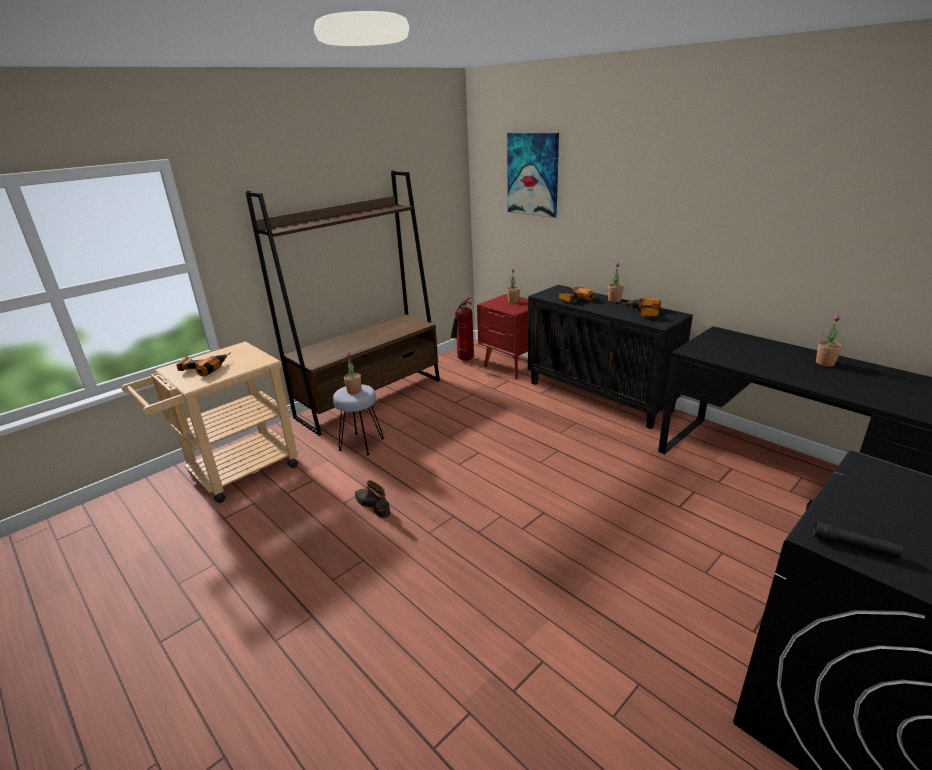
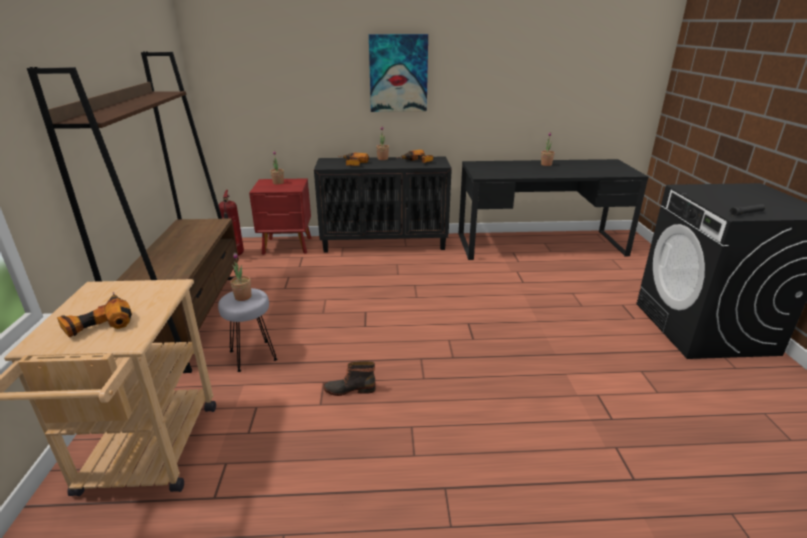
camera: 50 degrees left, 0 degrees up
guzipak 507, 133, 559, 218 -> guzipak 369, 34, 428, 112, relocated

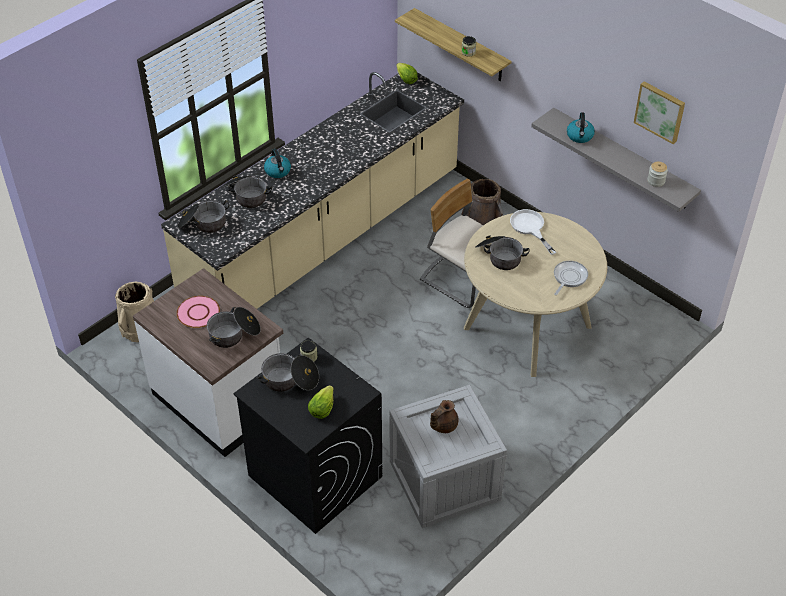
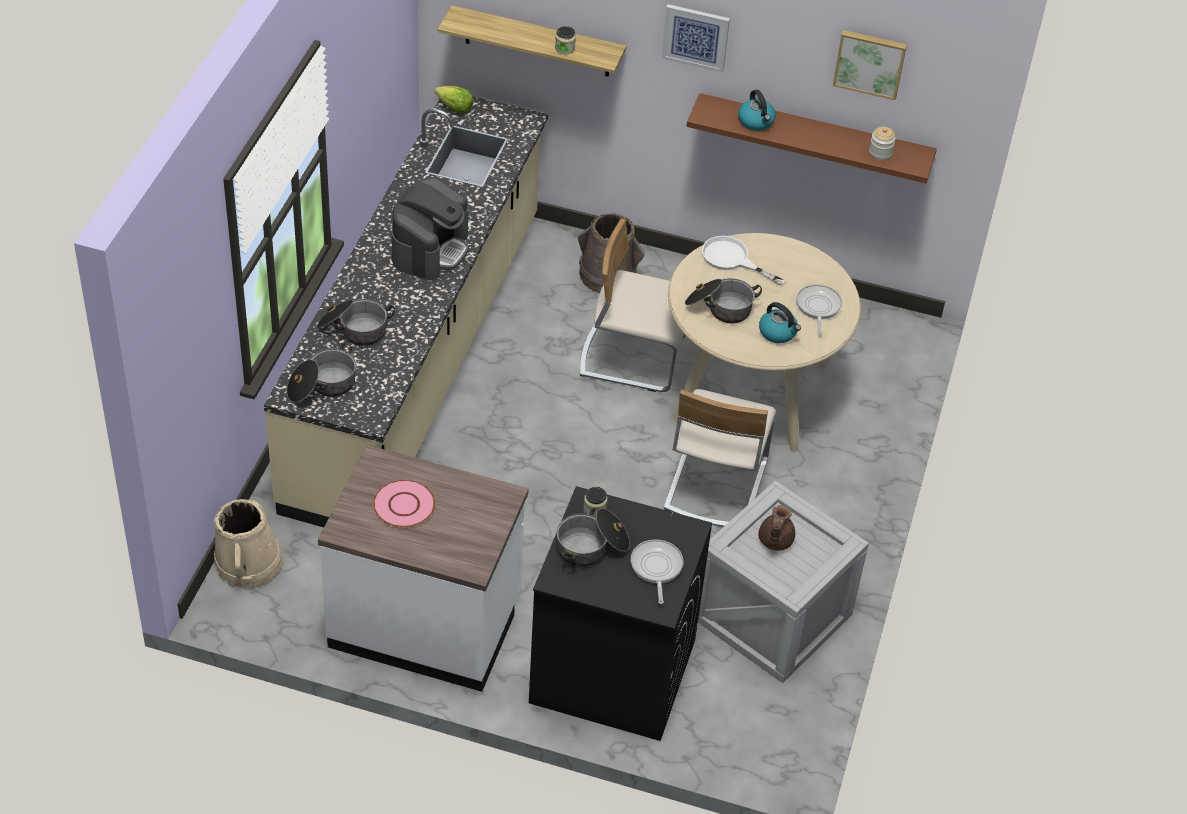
camera: 30 degrees left, 0 degrees up
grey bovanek 531, 108, 701, 212 -> brown bovanek 687, 93, 937, 183
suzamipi 264, 149, 291, 178 -> suzamipi 759, 302, 801, 343, relocated
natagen 207, 307, 261, 348 -> none
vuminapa 308, 385, 334, 419 -> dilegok 631, 539, 684, 604
none -> guzipak 661, 4, 730, 73
none -> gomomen 392, 178, 469, 281
none -> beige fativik 664, 389, 776, 527

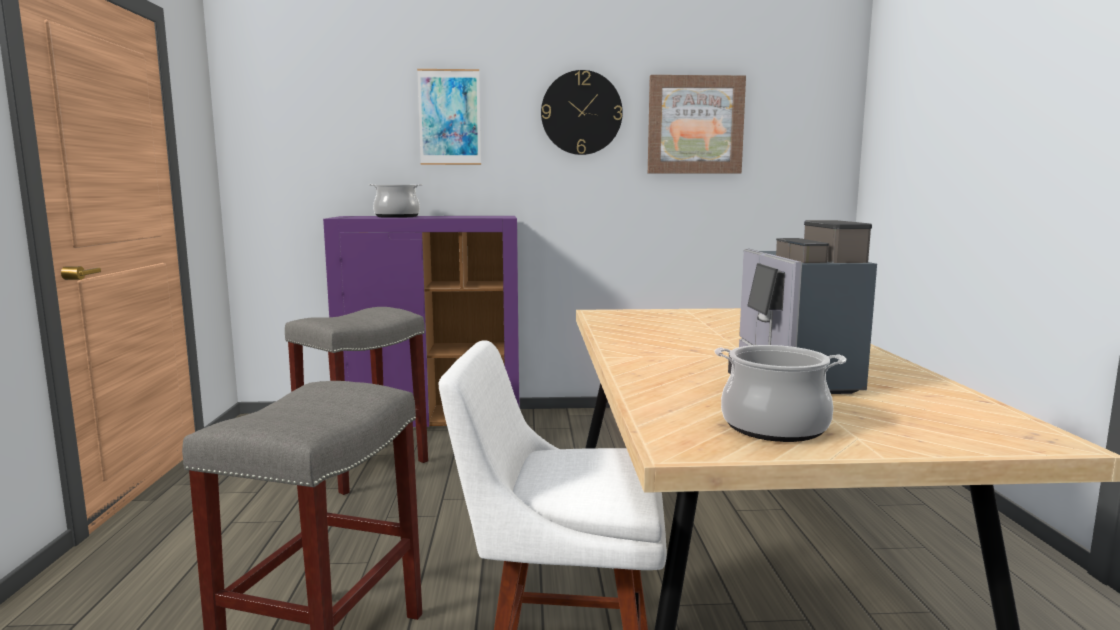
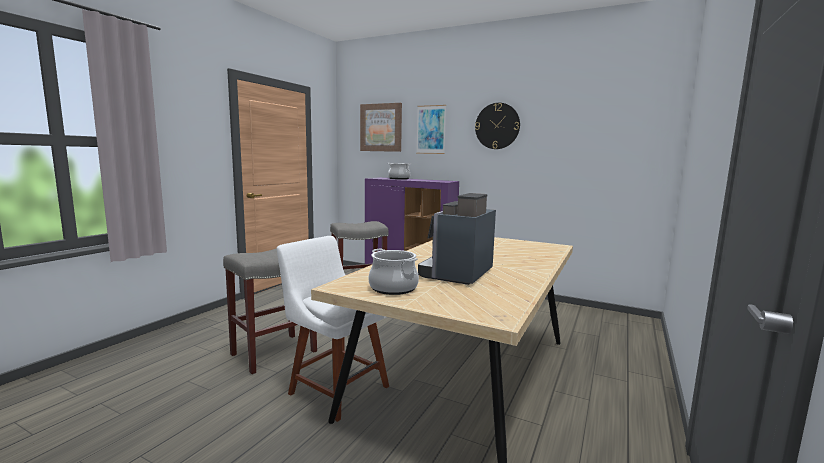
camera: 30 degrees right, 0 degrees up
guzipak 648, 75, 746, 174 -> guzipak 360, 103, 402, 152, relocated

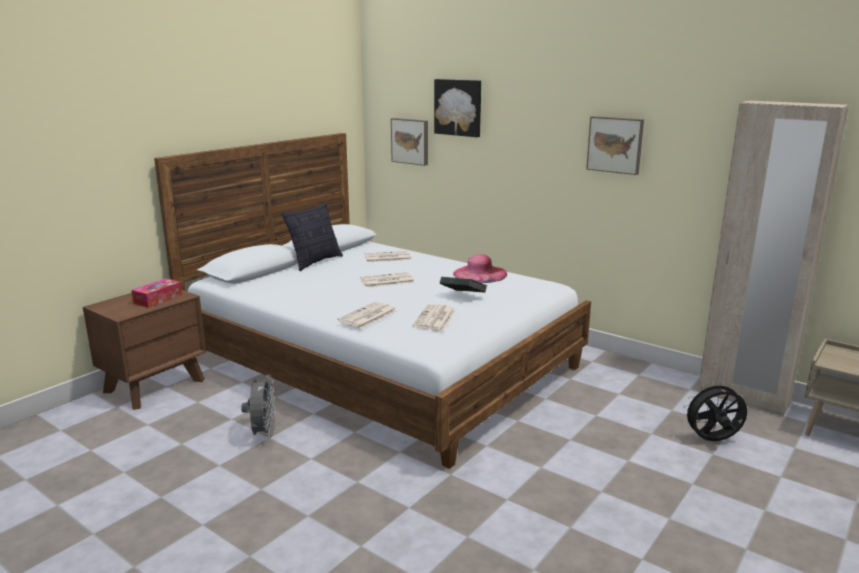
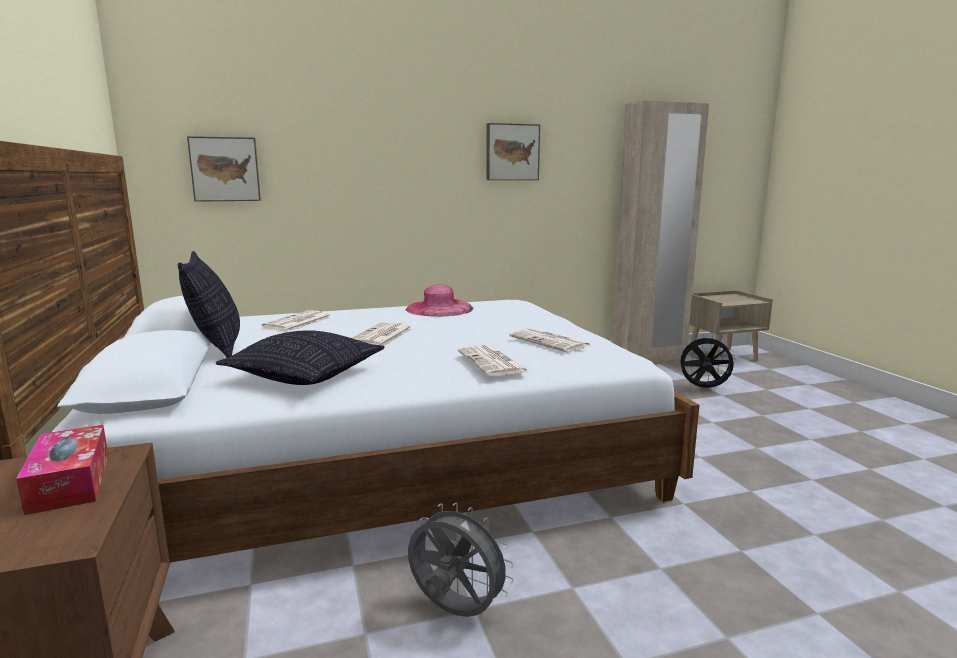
camera: 55 degrees left, 5 degrees down
guzipak 434, 79, 481, 137 -> none
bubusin 440, 277, 487, 293 -> none
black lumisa 682, 381, 747, 441 -> black lumisa 677, 334, 736, 388, 75 degrees clockwise
none -> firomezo 216, 330, 385, 385

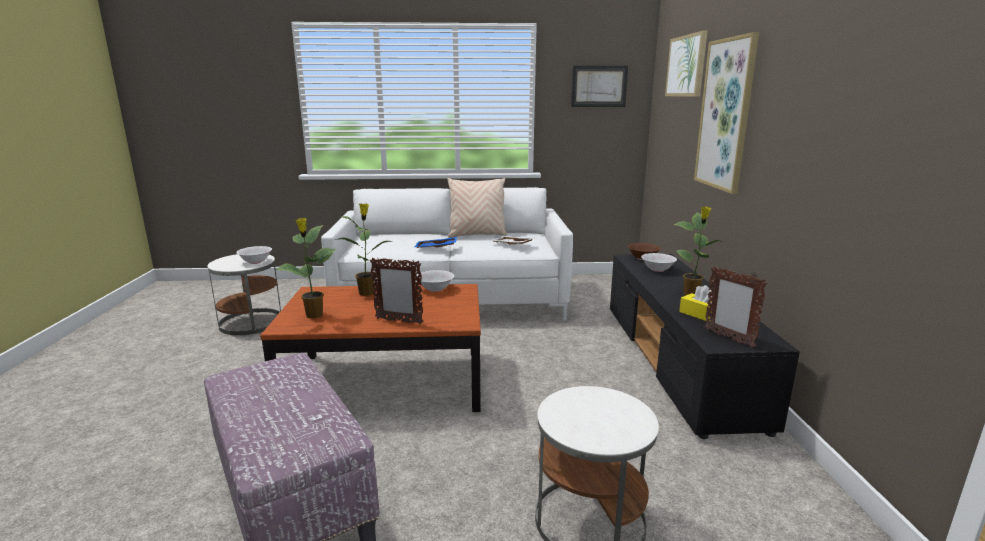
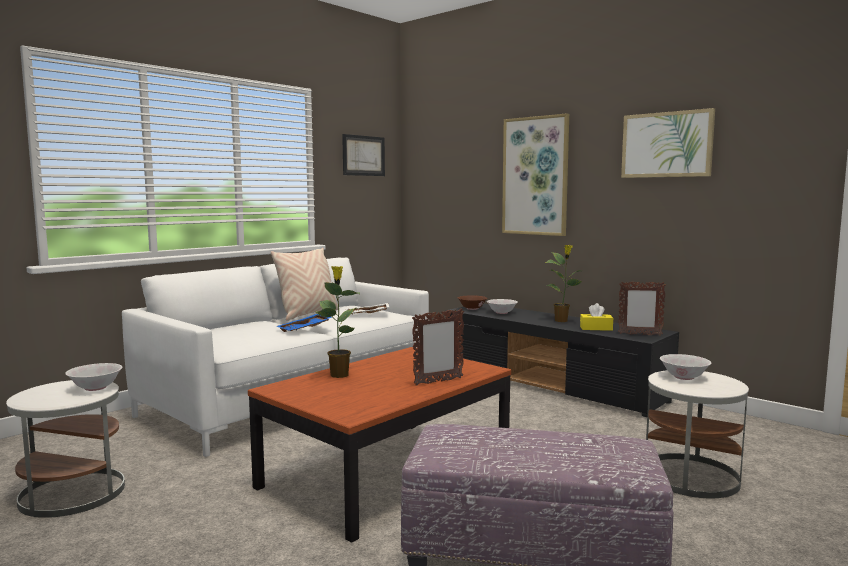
camera: 45 degrees left, 10 degrees down
guzipak 665, 31, 708, 96 -> guzipak 621, 108, 715, 178, relocated
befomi 275, 218, 336, 318 -> none
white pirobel 417, 270, 454, 292 -> white pirobel 660, 354, 711, 380, relocated

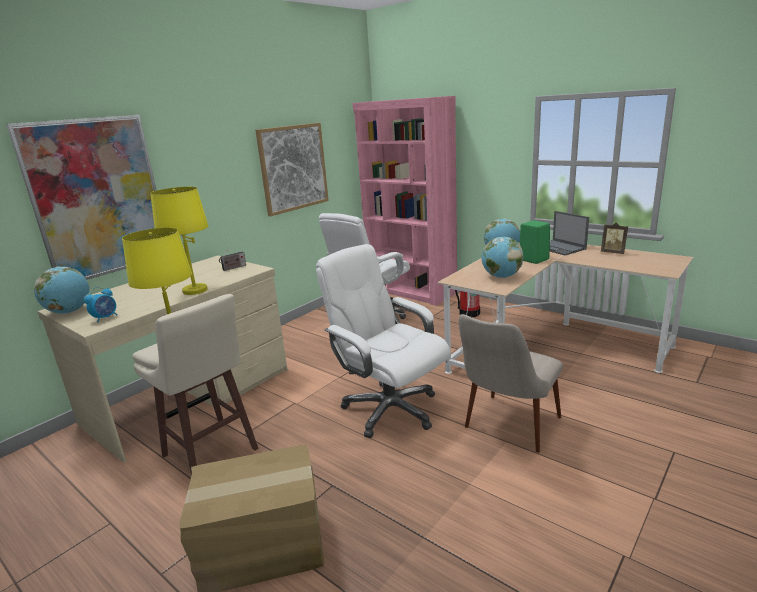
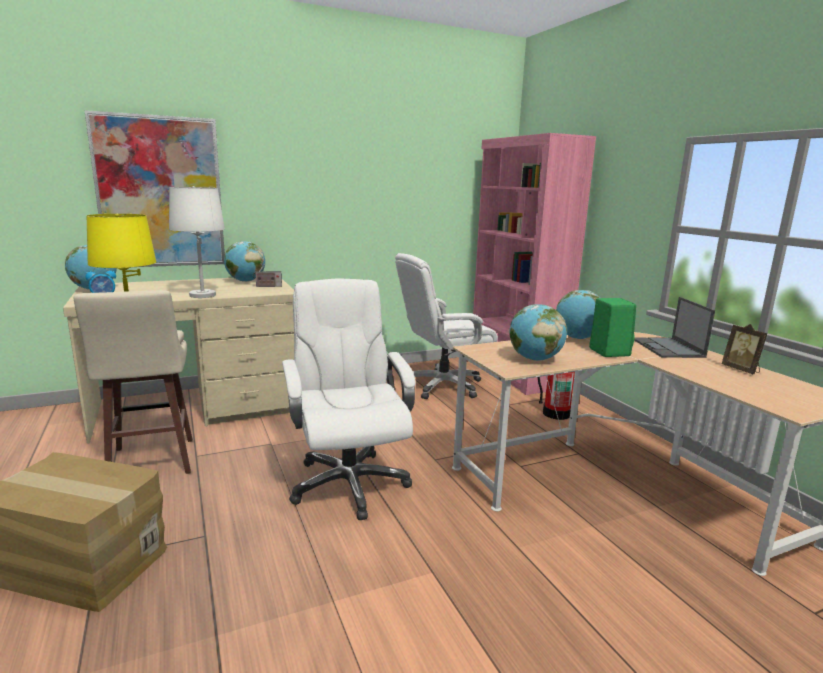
camera: 25 degrees right, 5 degrees down
guzipak 255, 123, 329, 216 -> none
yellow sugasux 150, 187, 208, 295 -> white sugasux 169, 186, 225, 298
beige fativik 459, 314, 563, 453 -> none
none -> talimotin 224, 241, 265, 282

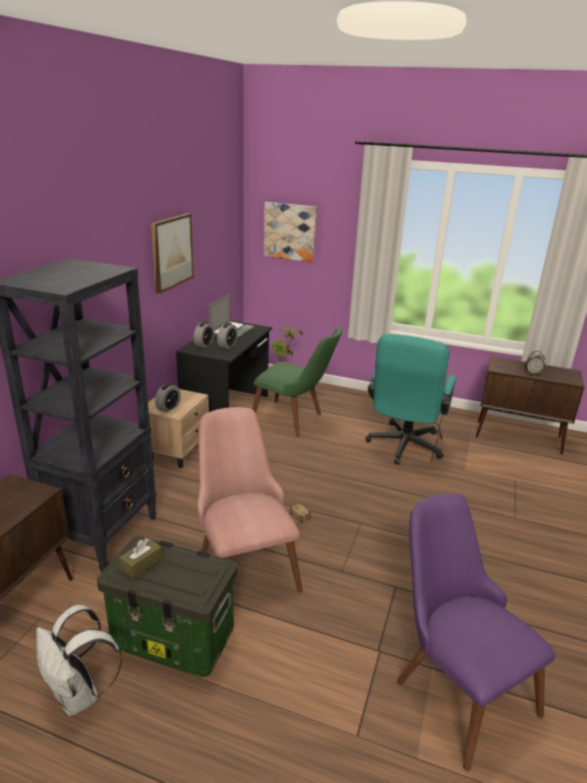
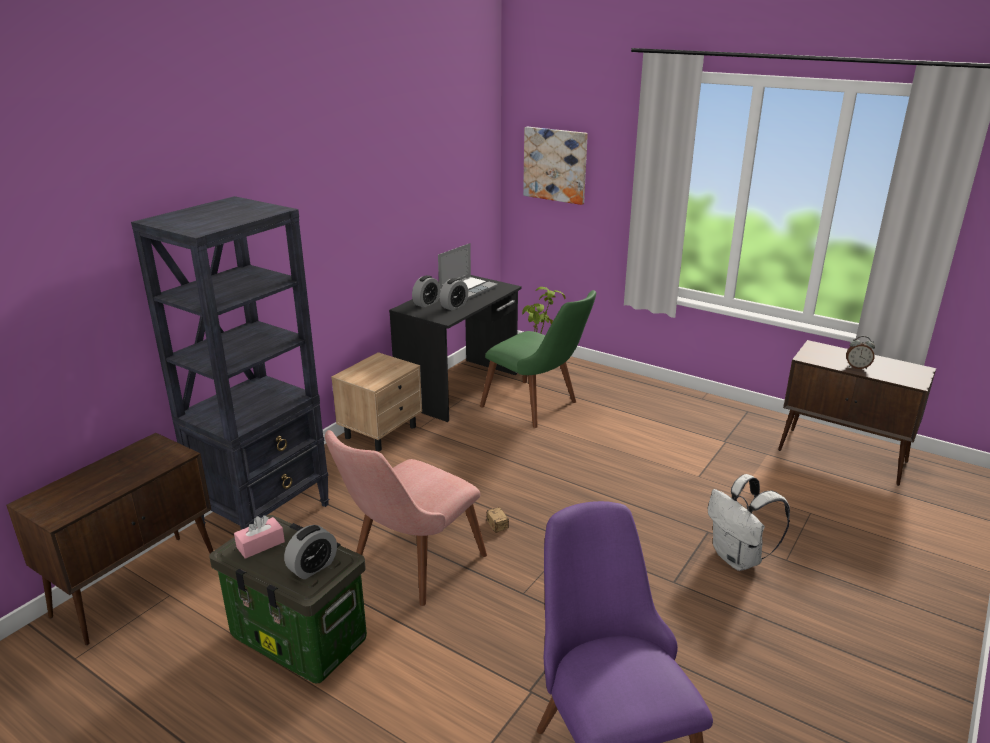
camera: 15 degrees right, 0 degrees up
guzipak 151, 213, 194, 293 -> none
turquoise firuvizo 366, 334, 456, 464 -> none
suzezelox 155, 383, 181, 413 -> suzezelox 284, 525, 337, 579, relocated
pink fativik 198, 407, 303, 593 -> pink fativik 325, 430, 487, 606, 135 degrees counterclockwise
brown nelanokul 119, 538, 162, 579 -> pink nelanokul 234, 515, 285, 559
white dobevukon 36, 605, 122, 716 -> white dobevukon 708, 474, 790, 571, relocated

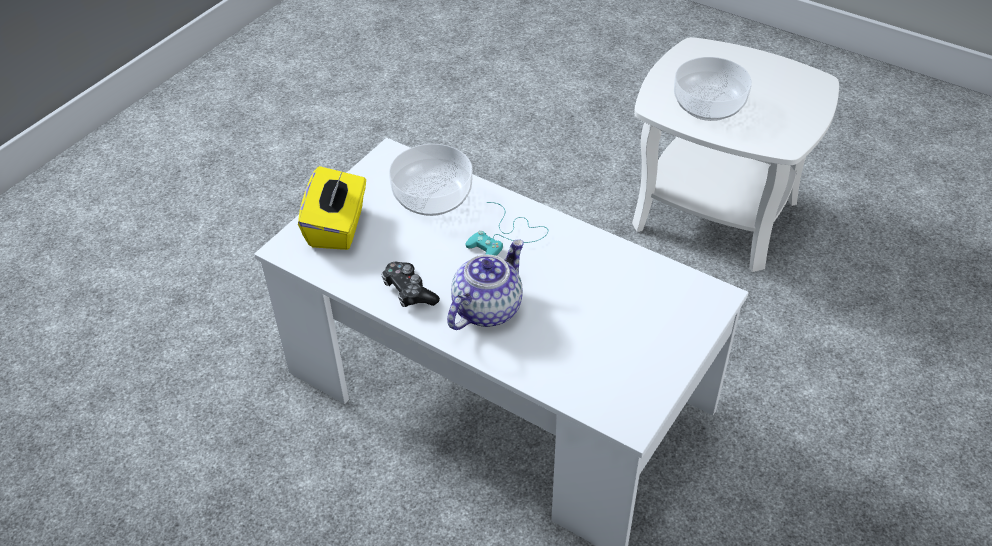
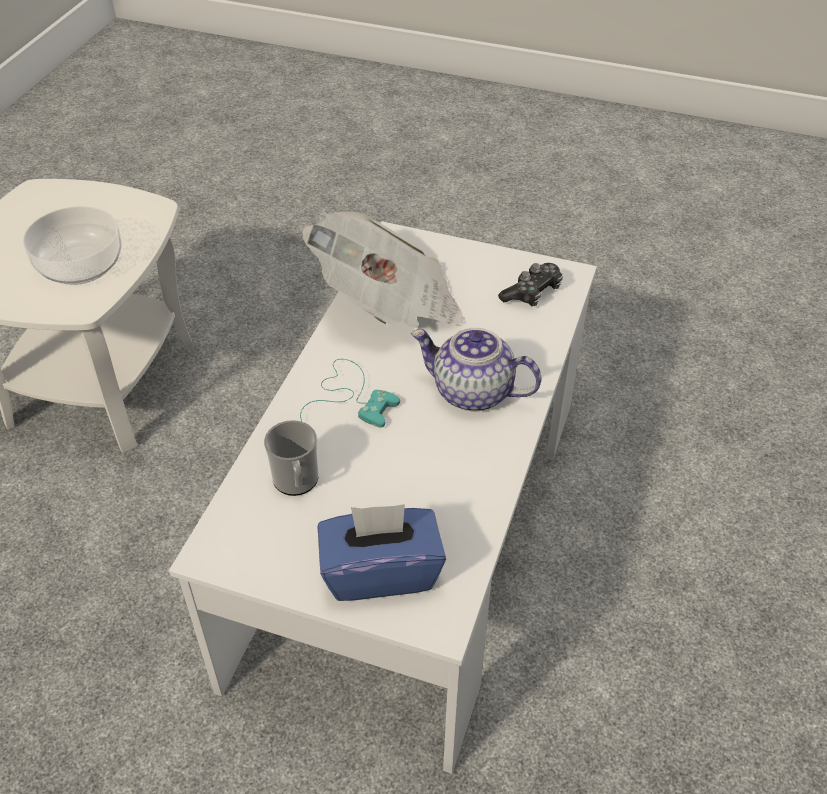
camera: 105 degrees left, 0 degrees up
pirobel 389, 144, 473, 216 -> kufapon 264, 420, 319, 496
yellow nelanokul 298, 166, 366, 250 -> blue nelanokul 318, 504, 446, 601
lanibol 381, 262, 440, 307 -> lanibol 498, 263, 563, 306, relocated
none -> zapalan 302, 211, 465, 328

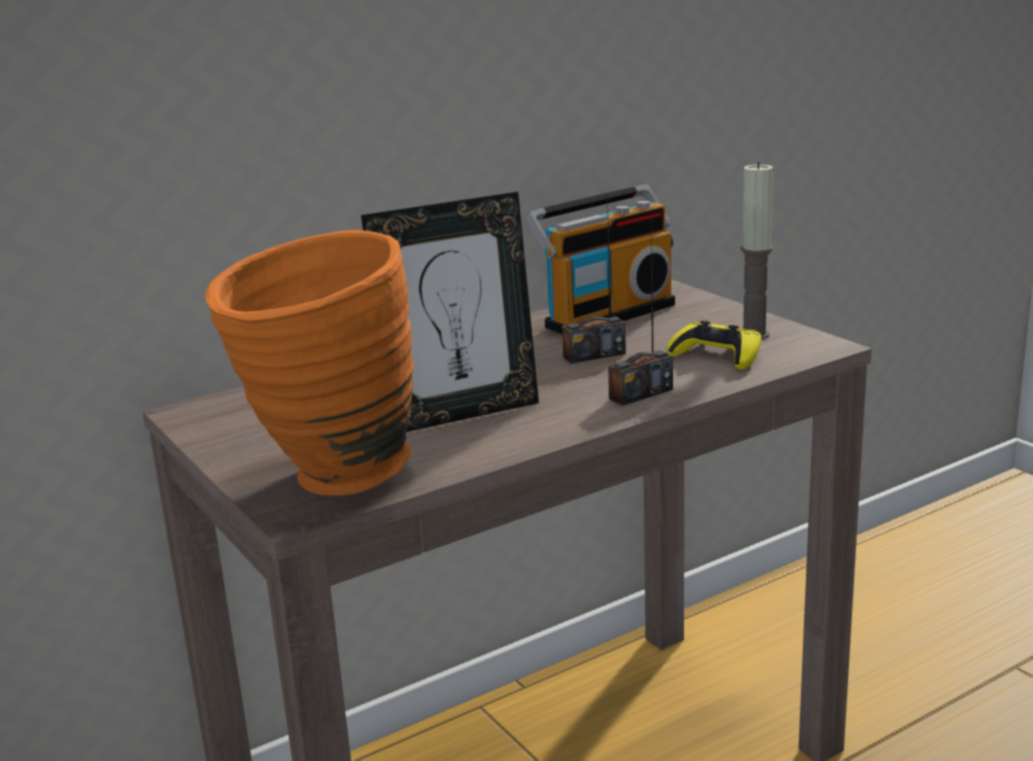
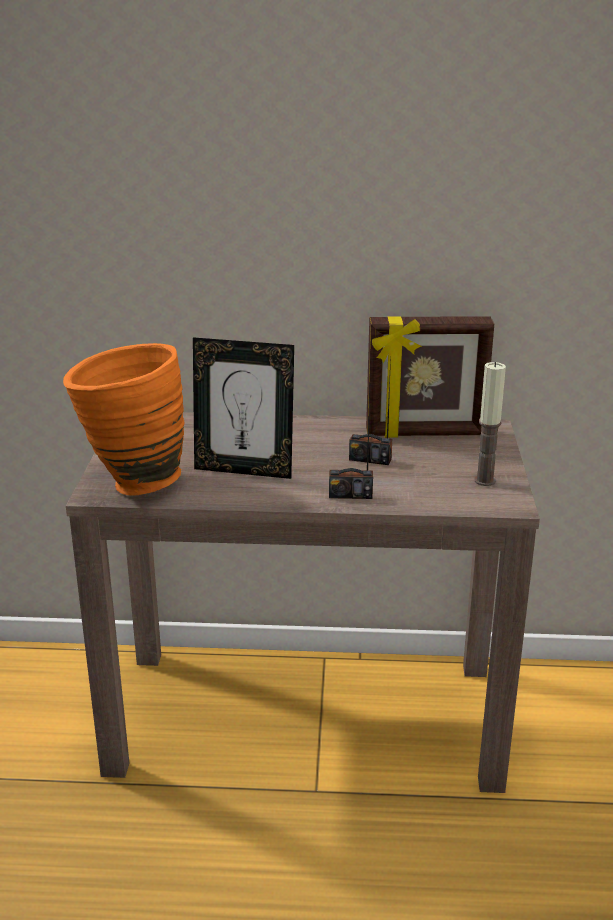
camera: 35 degrees right, 5 degrees up
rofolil 526, 184, 675, 334 -> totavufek 366, 316, 494, 438
yellow lanibol 667, 321, 761, 370 -> none

